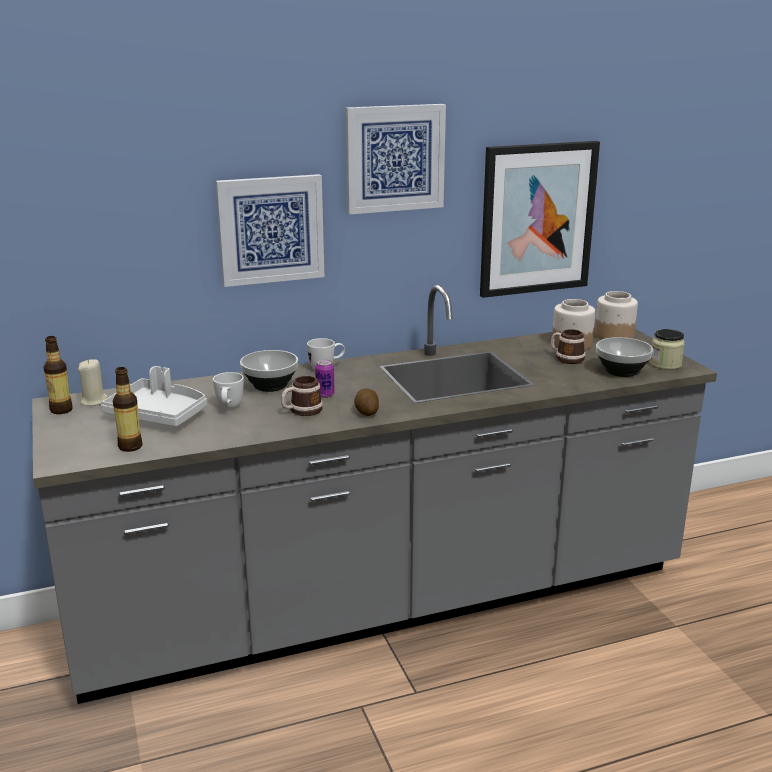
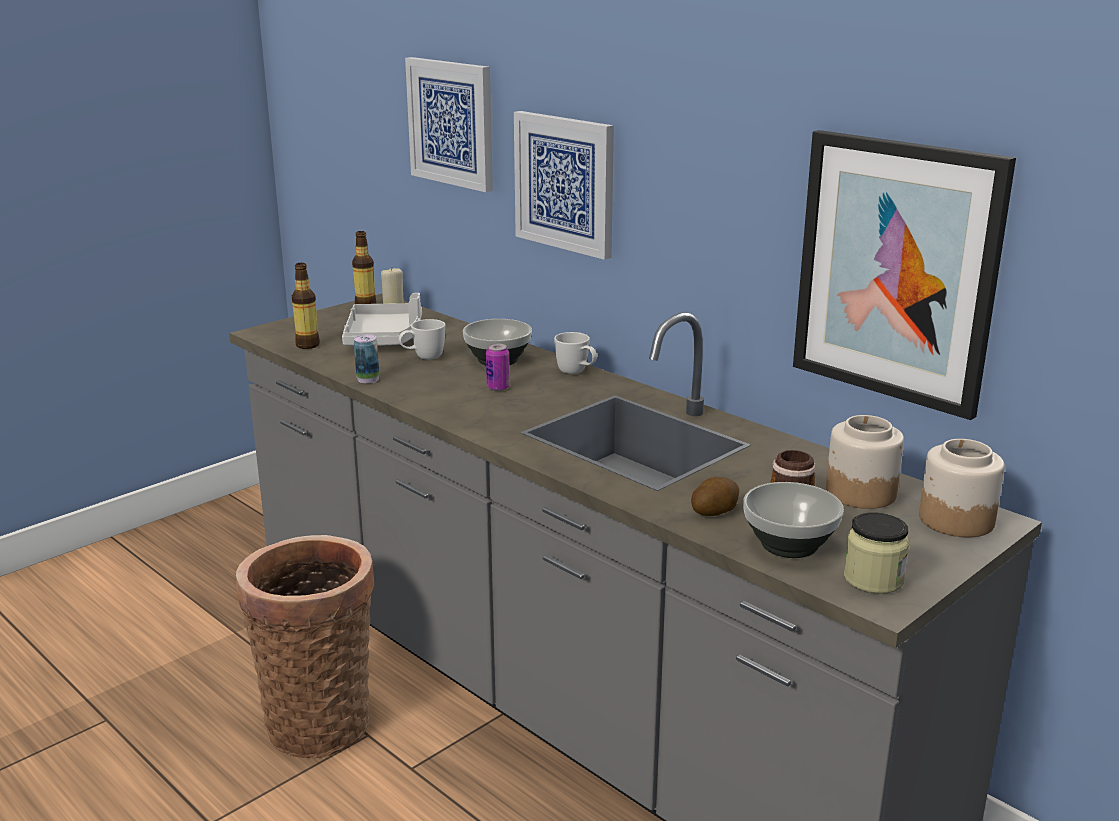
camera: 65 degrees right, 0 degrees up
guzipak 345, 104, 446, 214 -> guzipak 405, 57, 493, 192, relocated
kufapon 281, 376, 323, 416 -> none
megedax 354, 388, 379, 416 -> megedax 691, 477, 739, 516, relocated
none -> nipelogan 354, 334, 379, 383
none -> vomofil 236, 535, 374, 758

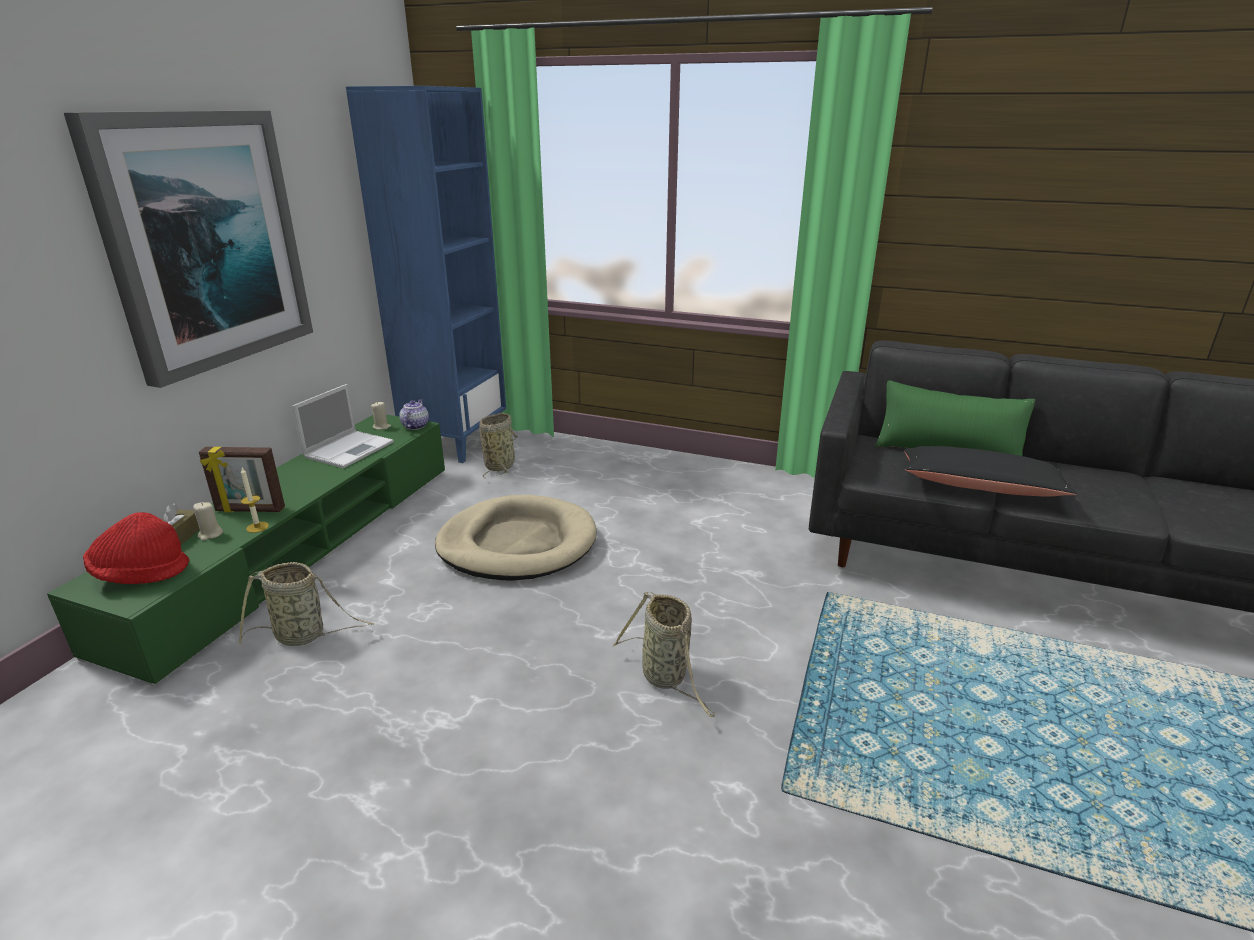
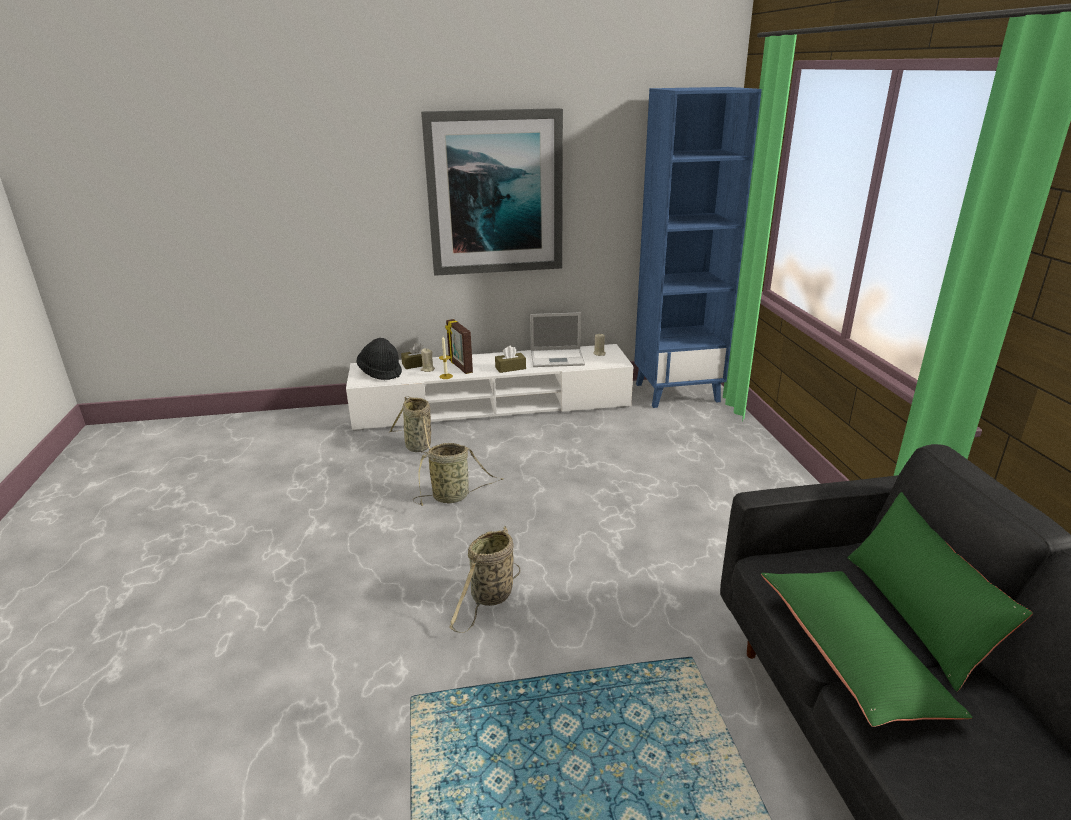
camera: 60 degrees right, 0 degrees up
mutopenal 399, 399, 429, 430 -> none
vomofil 479, 413, 518, 478 -> vomofil 413, 443, 503, 506, relocated
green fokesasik 47, 414, 445, 686 -> white fokesasik 346, 344, 633, 431
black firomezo 904, 446, 1077, 497 -> green firomezo 761, 571, 973, 727
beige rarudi 435, 495, 596, 581 -> none
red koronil 83, 512, 189, 584 -> black koronil 356, 338, 402, 380
none -> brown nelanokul 495, 345, 526, 373

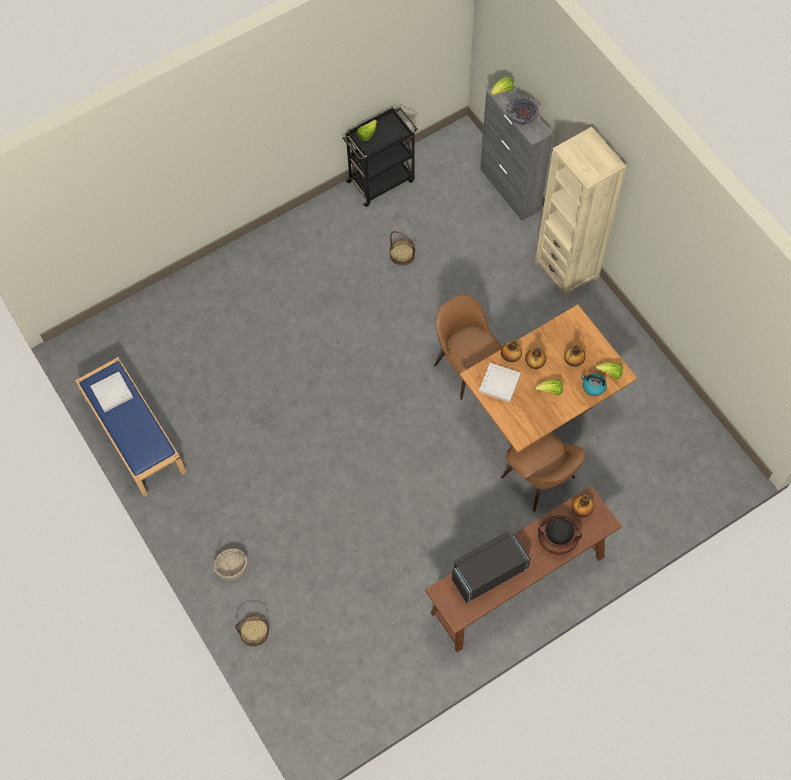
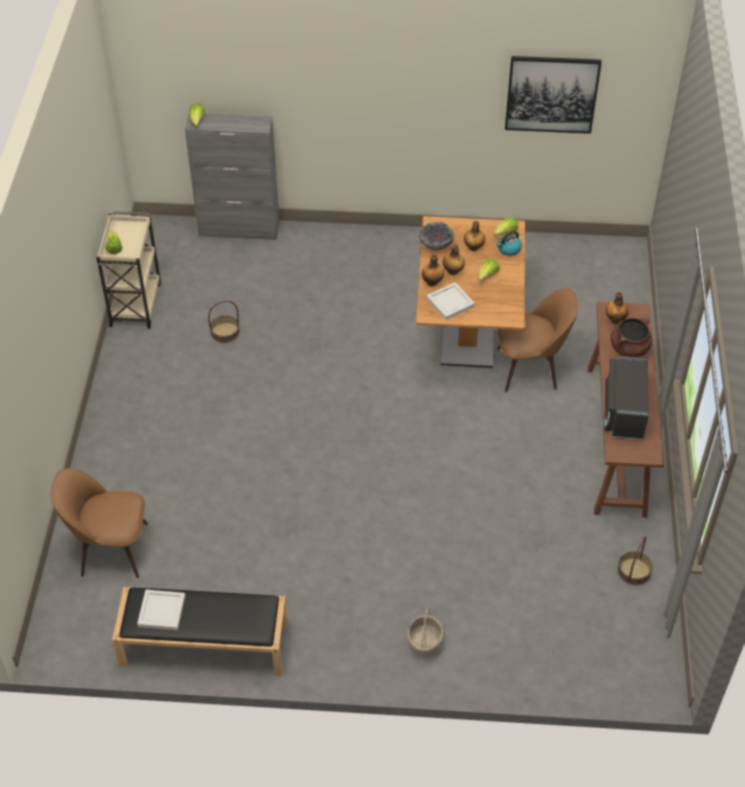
camera: 55 degrees left, 15 degrees down
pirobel 506, 96, 539, 125 -> pirobel 419, 222, 454, 250, relocated
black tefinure 342, 107, 418, 207 -> beige tefinure 96, 211, 161, 329
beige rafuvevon 535, 127, 626, 298 -> none
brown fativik 434, 295, 502, 400 -> brown fativik 51, 468, 148, 578, relocated
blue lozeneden 75, 357, 186, 497 -> black lozeneden 112, 587, 288, 676
vomofil 235, 615, 269, 647 -> vomofil 618, 536, 652, 585, relocated
none -> guzipak 505, 56, 602, 134

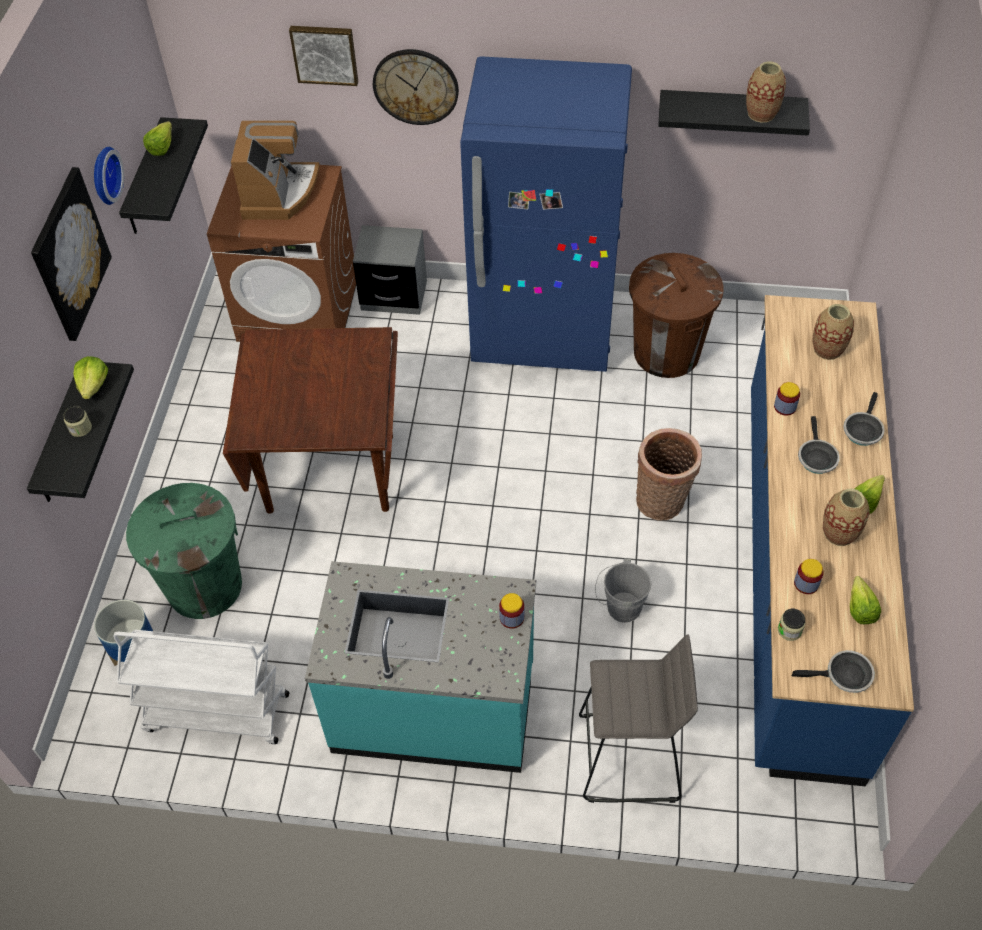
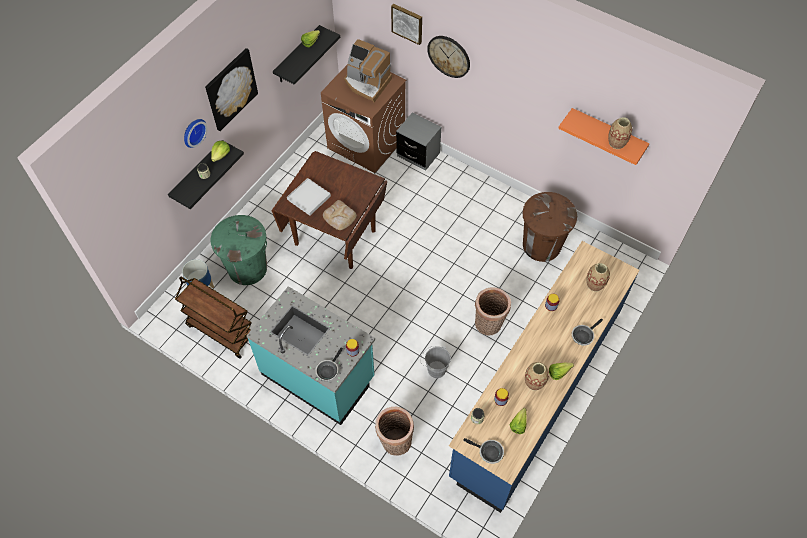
camera: 25 degrees right, 5 degrees up
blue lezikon 460, 56, 632, 372 -> none
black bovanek 658, 90, 810, 136 -> orange bovanek 558, 108, 649, 165
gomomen 231, 121, 320, 220 -> gomomen 344, 39, 392, 103, 90 degrees clockwise
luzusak 94, 147, 124, 205 -> luzusak 184, 119, 208, 148, relocated
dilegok 798, 416, 840, 474 -> dilegok 316, 348, 343, 381, relocated
white tefinure 113, 630, 289, 744 -> brown tefinure 175, 276, 251, 359
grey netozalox 579, 634, 698, 803 -> vomofil 375, 407, 414, 456
none -> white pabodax 287, 178, 331, 216
none -> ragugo 323, 200, 357, 230

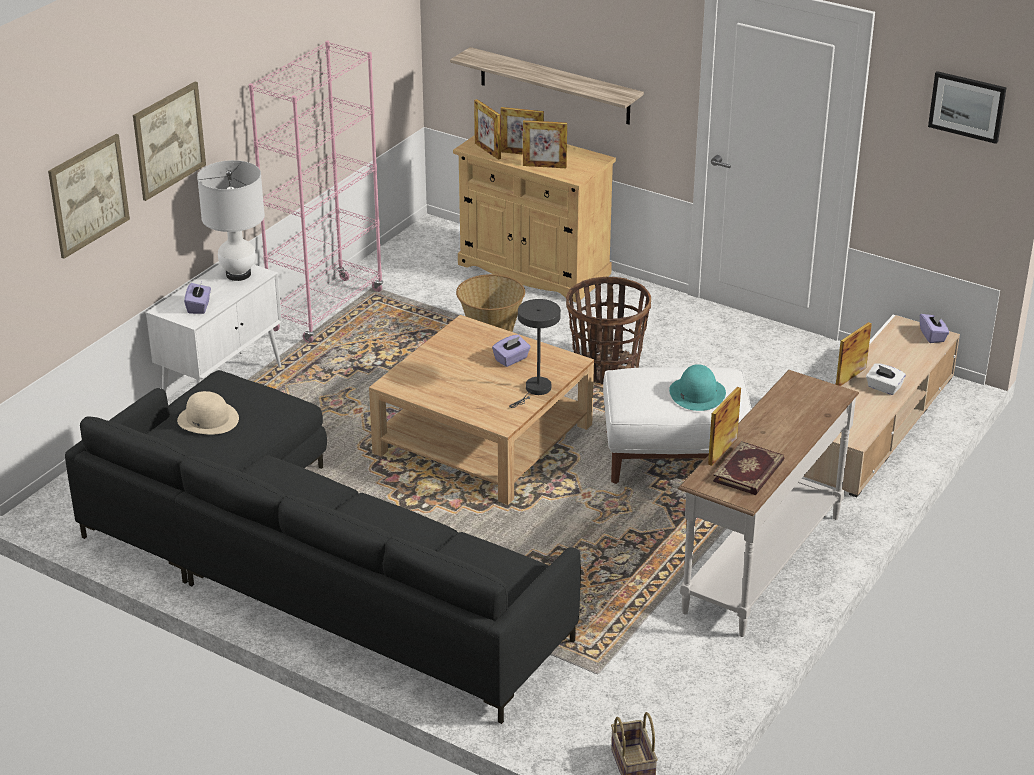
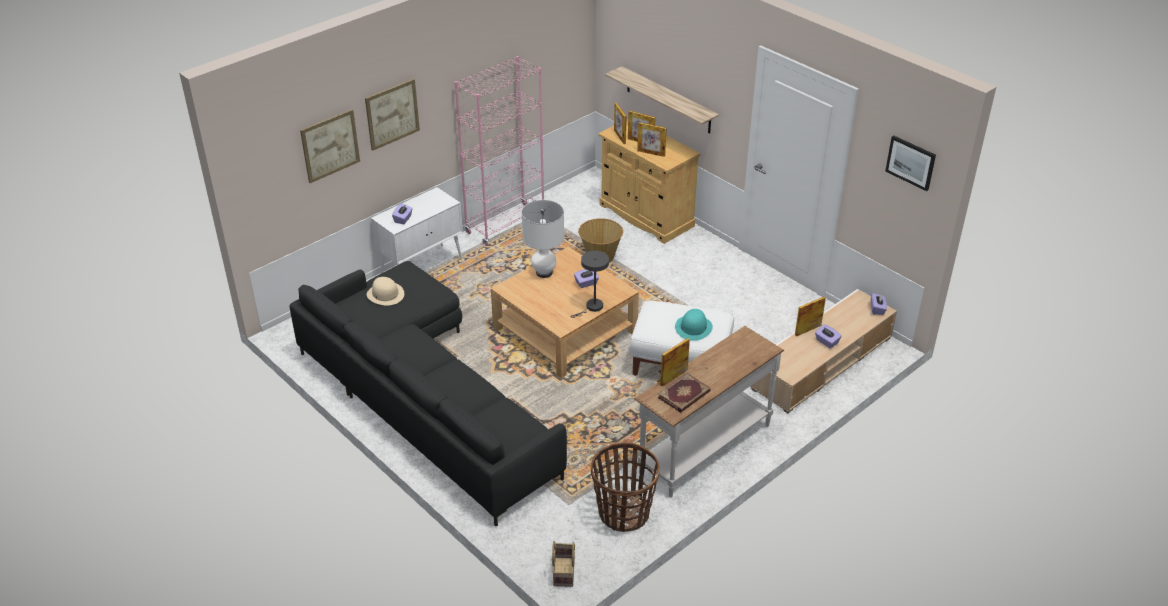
camera: 15 degrees right, 5 degrees up
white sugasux 197, 160, 265, 281 -> white sugasux 522, 200, 564, 278, relocated
vomofil 566, 277, 651, 385 -> vomofil 591, 442, 660, 532, relocated
white nelanokul 866, 363, 906, 395 -> purple nelanokul 815, 325, 841, 348

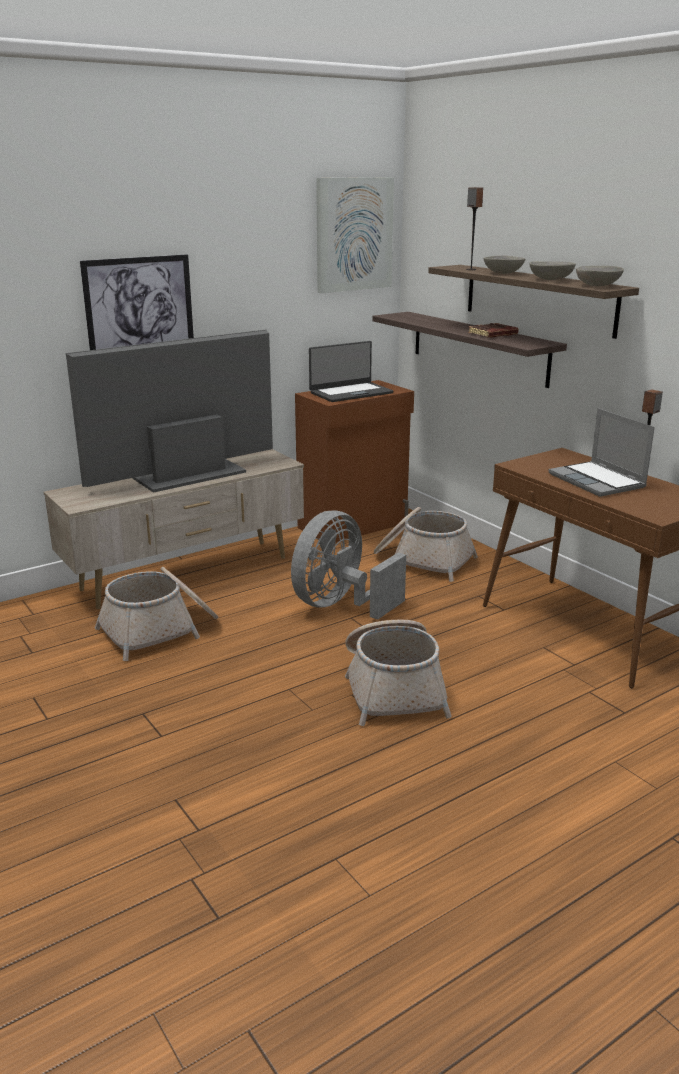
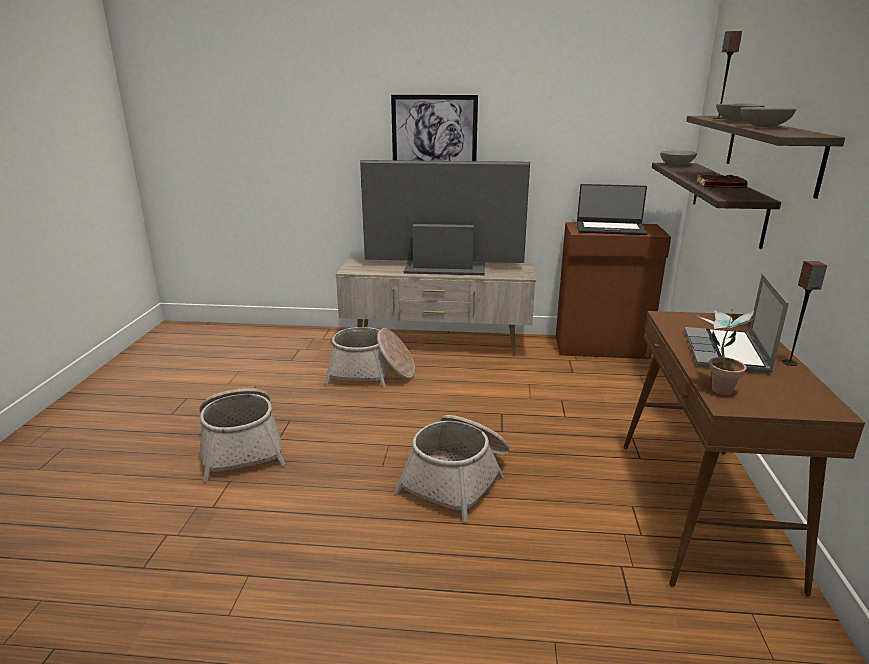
camera: 40 degrees right, 0 degrees up
guzipak 316, 177, 394, 293 -> none
grey pirobel 576, 266, 624, 286 -> grey pirobel 660, 150, 697, 165, relocated
vomofil 374, 507, 478, 582 -> vomofil 199, 388, 285, 482, relocated
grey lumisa 291, 510, 406, 620 -> none
none -> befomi 698, 308, 754, 395

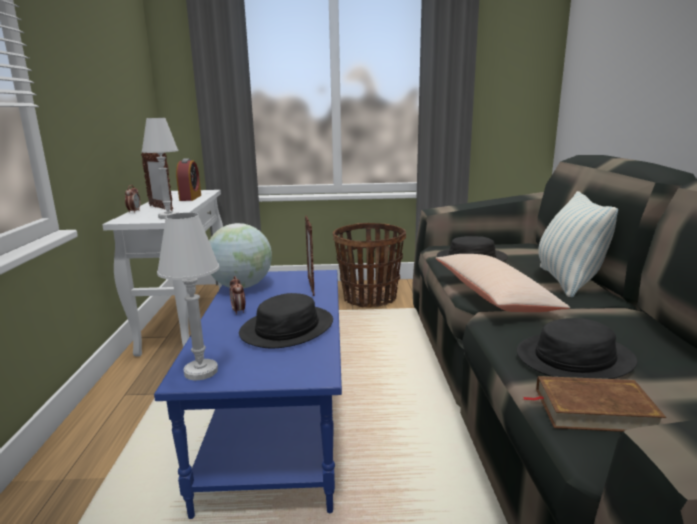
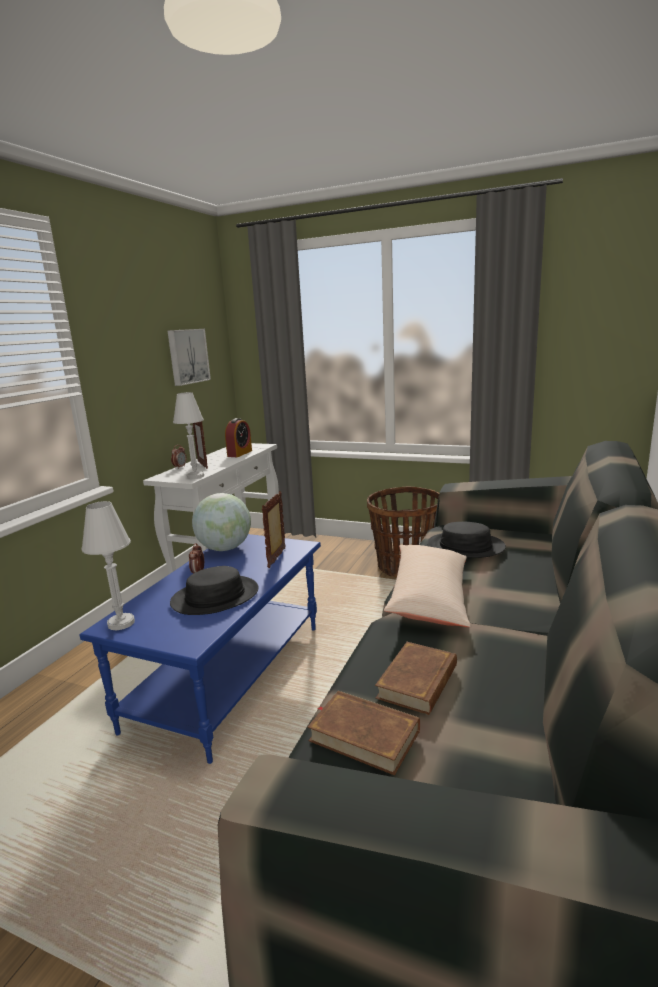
camera: 25 degrees right, 0 degrees up
firomezo 538, 191, 618, 297 -> none
black koronil 516, 318, 637, 379 -> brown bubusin 375, 642, 457, 715
none -> guzipak 168, 329, 211, 386

